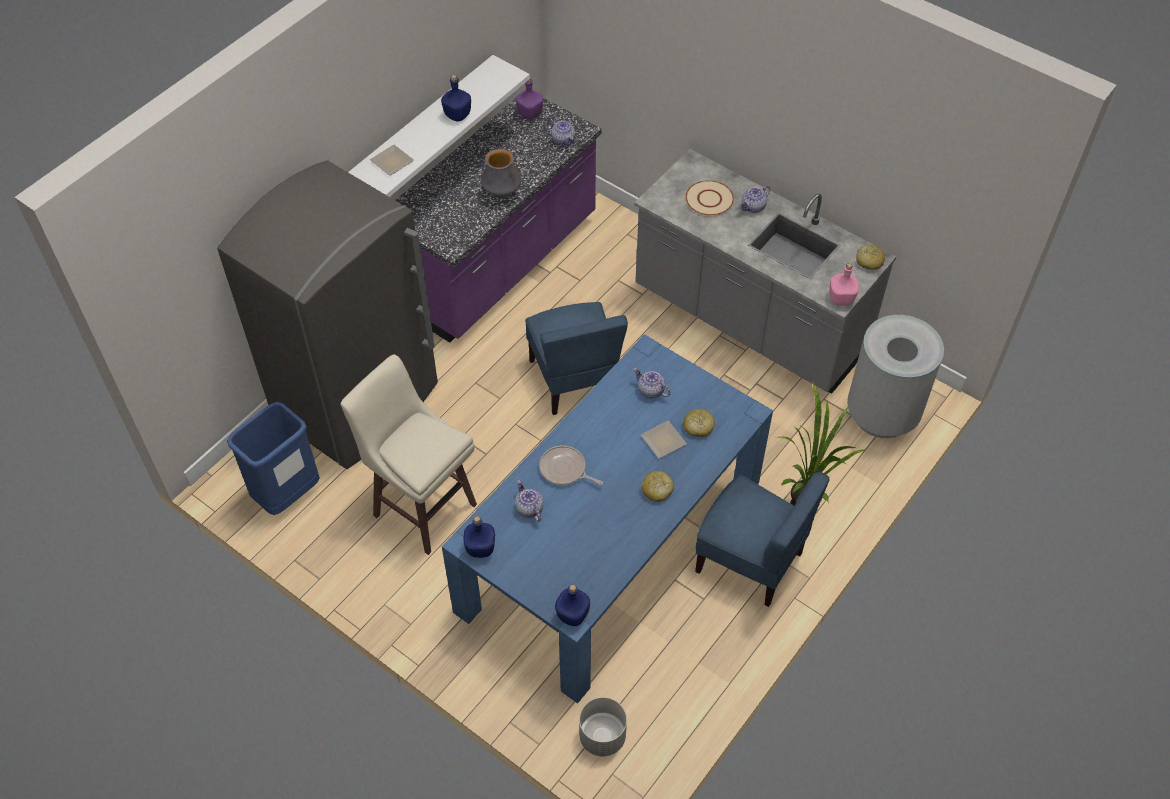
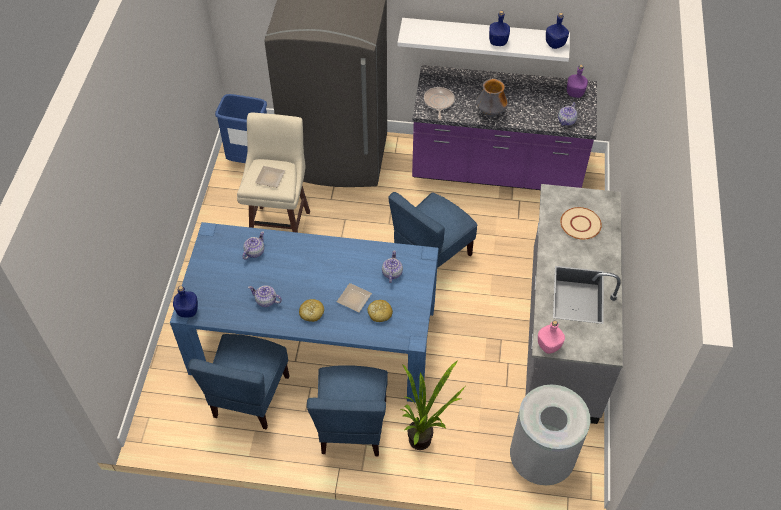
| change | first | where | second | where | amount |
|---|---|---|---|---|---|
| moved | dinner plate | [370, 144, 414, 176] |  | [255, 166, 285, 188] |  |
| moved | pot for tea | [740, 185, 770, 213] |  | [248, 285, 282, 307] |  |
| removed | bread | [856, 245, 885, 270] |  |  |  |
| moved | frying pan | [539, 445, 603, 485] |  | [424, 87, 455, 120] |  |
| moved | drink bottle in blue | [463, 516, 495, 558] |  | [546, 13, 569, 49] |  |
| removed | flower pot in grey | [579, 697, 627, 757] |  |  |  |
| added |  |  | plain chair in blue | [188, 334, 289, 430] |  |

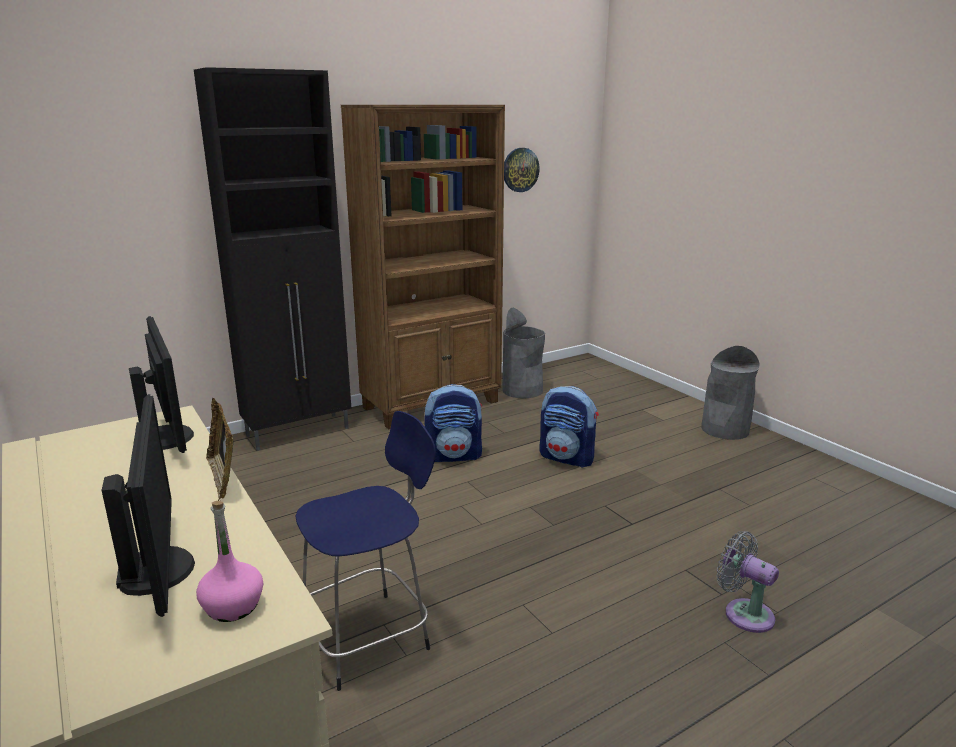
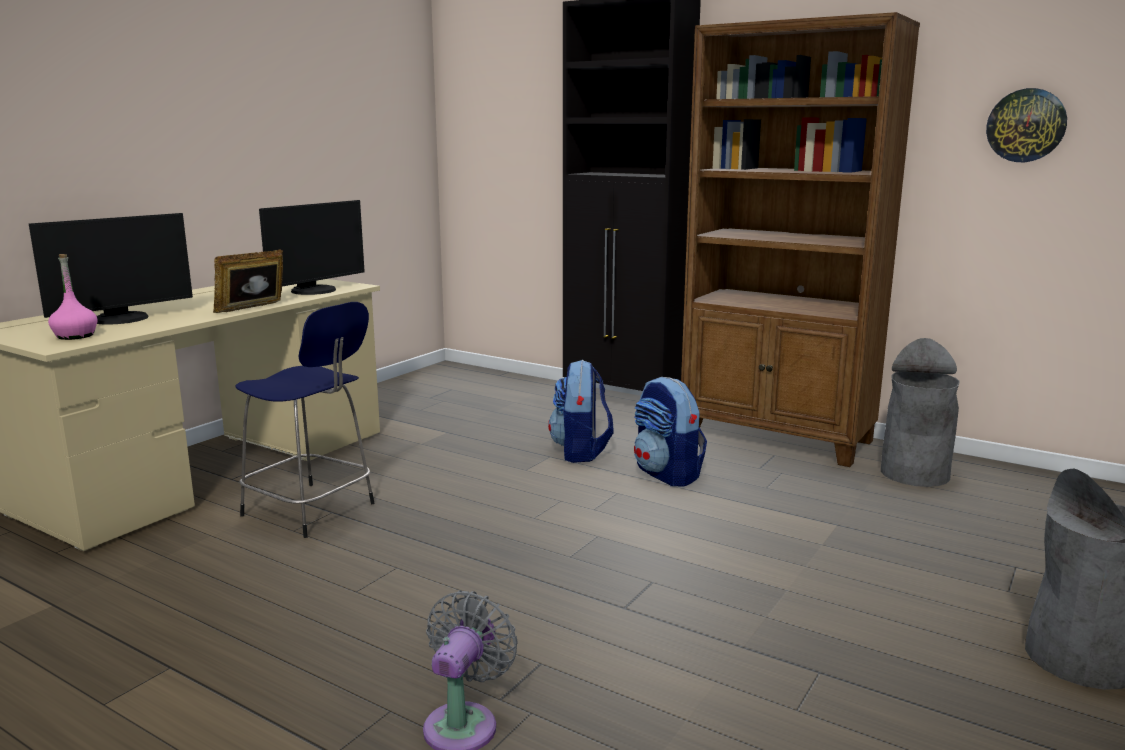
| change | first | where | second | where | amount |
|---|---|---|---|---|---|
| moved | rucksack | [539, 386, 599, 468] |  | [548, 360, 614, 463] |  |

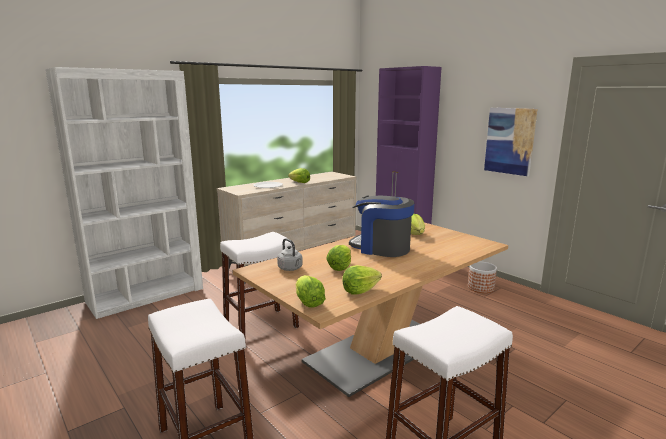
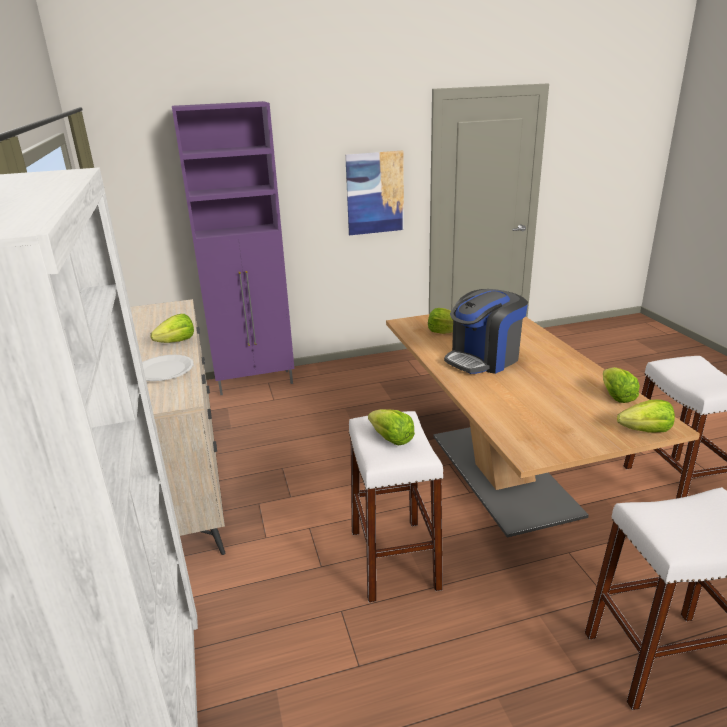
| change | first | where | second | where | amount |
|---|---|---|---|---|---|
| removed | kettle in grey | [277, 239, 303, 271] |  |  |  |
| moved | lettuce | [326, 245, 351, 271] |  | [368, 409, 415, 446] |  |
| removed | flower pot | [468, 261, 497, 293] |  |  |  |

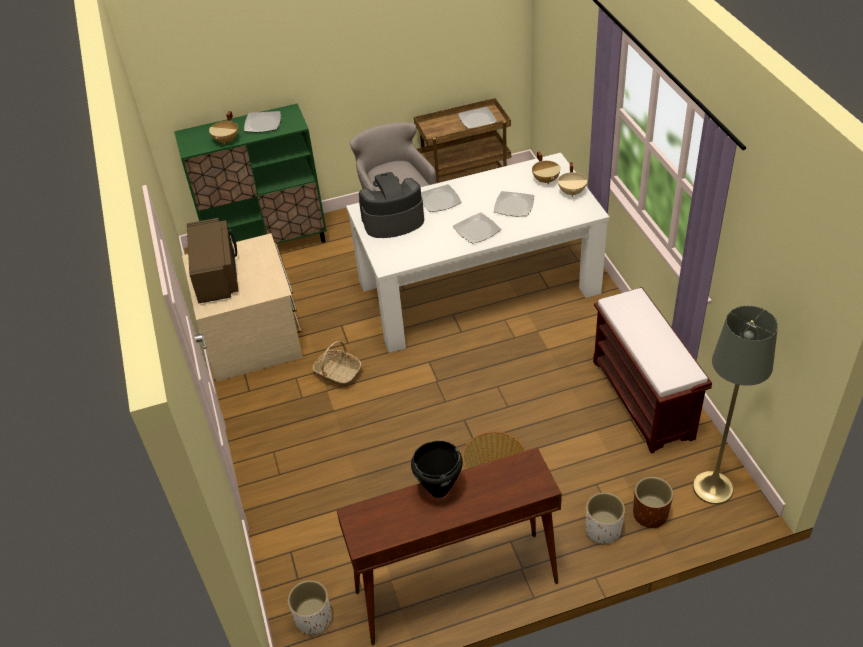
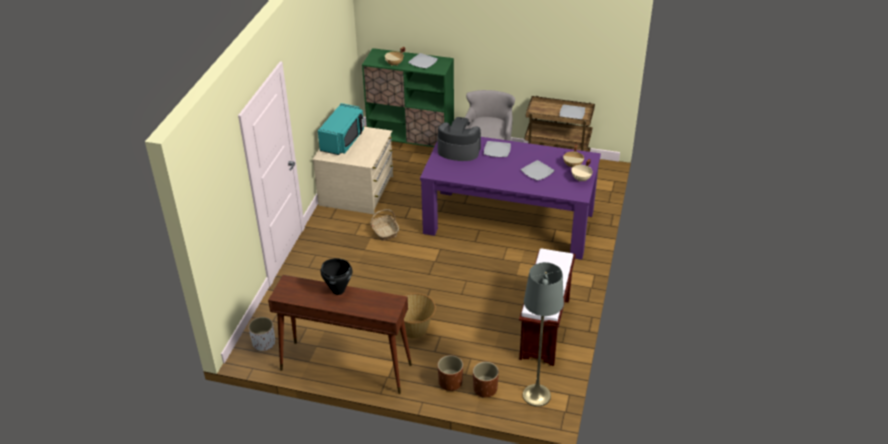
| change | first | where | second | where | amount |
|---|---|---|---|---|---|
| recoloured | dinner table in white-coloured | [346, 153, 609, 353] | dinner table in purple-coloured | [420, 137, 601, 260] |  |
| removed | dinner plate | [453, 212, 501, 244] |  |  |  |
| recoloured | microwave in brownish | [187, 218, 238, 304] | microwave in turquoise | [318, 103, 364, 155] |  |
| recoloured | flower pot in white-coloured | [586, 492, 625, 545] | flower pot in brownish | [438, 355, 463, 391] |  |

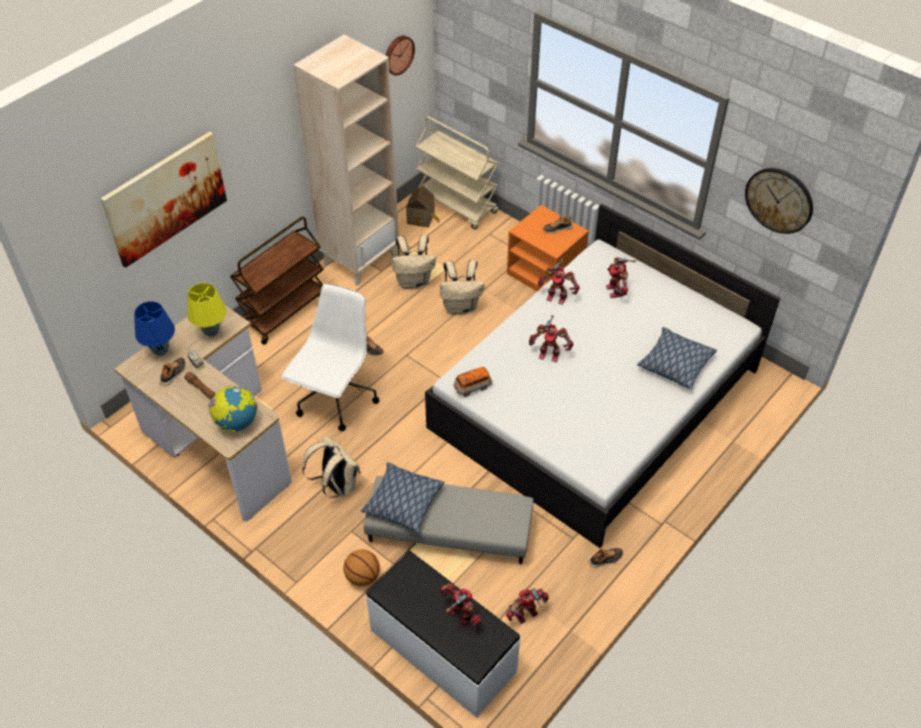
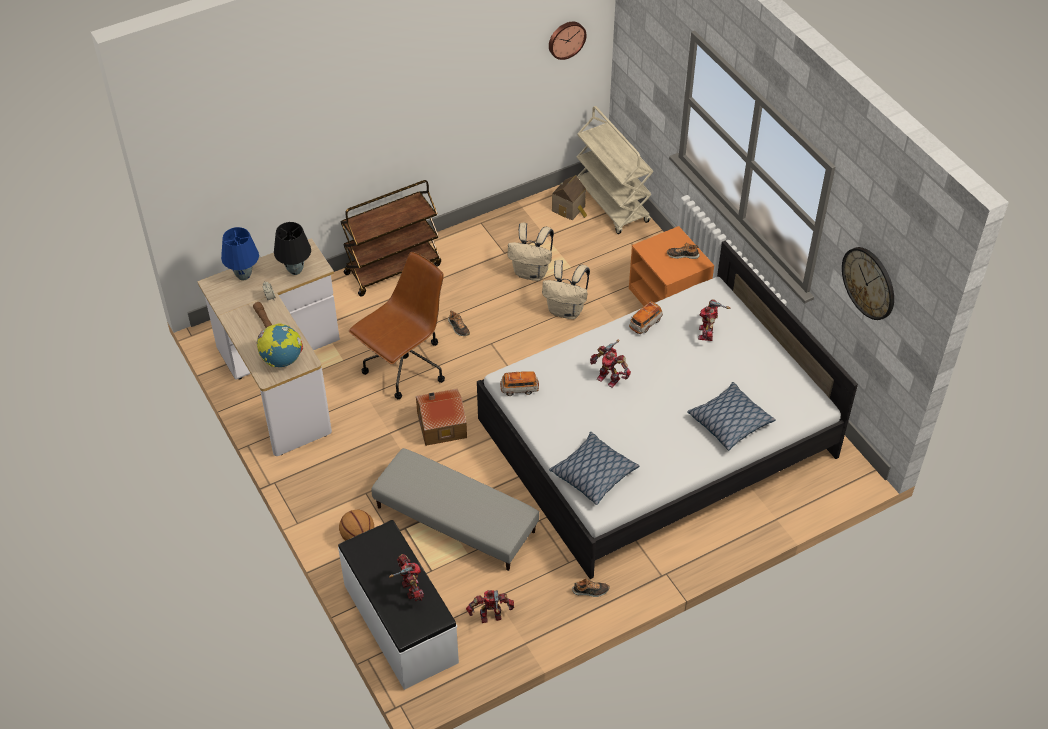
| change | first | where | second | where | amount |
|---|---|---|---|---|---|
| removed | shelving unit in sand-coloured | [294, 35, 399, 286] |  |  |  |
| removed | wall picture | [100, 131, 227, 268] |  |  |  |
| replaced | robot figure | [538, 259, 580, 305] | miniature car | [629, 301, 663, 334] |  |
| recoloured | tabletop lamp in yellow-coloured | [187, 283, 227, 337] | tabletop lamp in blackish | [274, 222, 311, 275] |  |
| recoloured | computer chair in white-coloured | [282, 283, 379, 431] | computer chair in brownish | [349, 252, 445, 399] |  |
| removed | item of footwear | [160, 357, 185, 385] |  |  |  |
| removed | rucksack in sand-coloured | [302, 436, 361, 498] |  |  |  |
| moved | pillow | [361, 462, 444, 532] |  | [549, 432, 639, 505] |  |
| added |  |  | model house | [416, 389, 467, 446] |  |

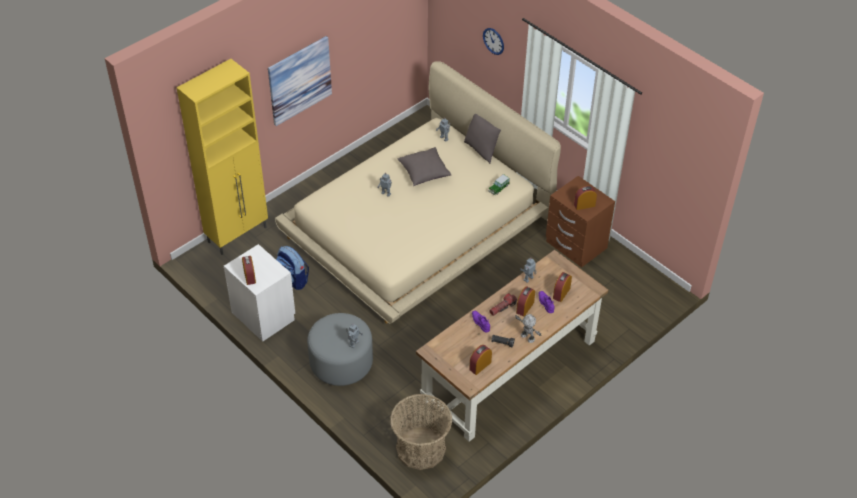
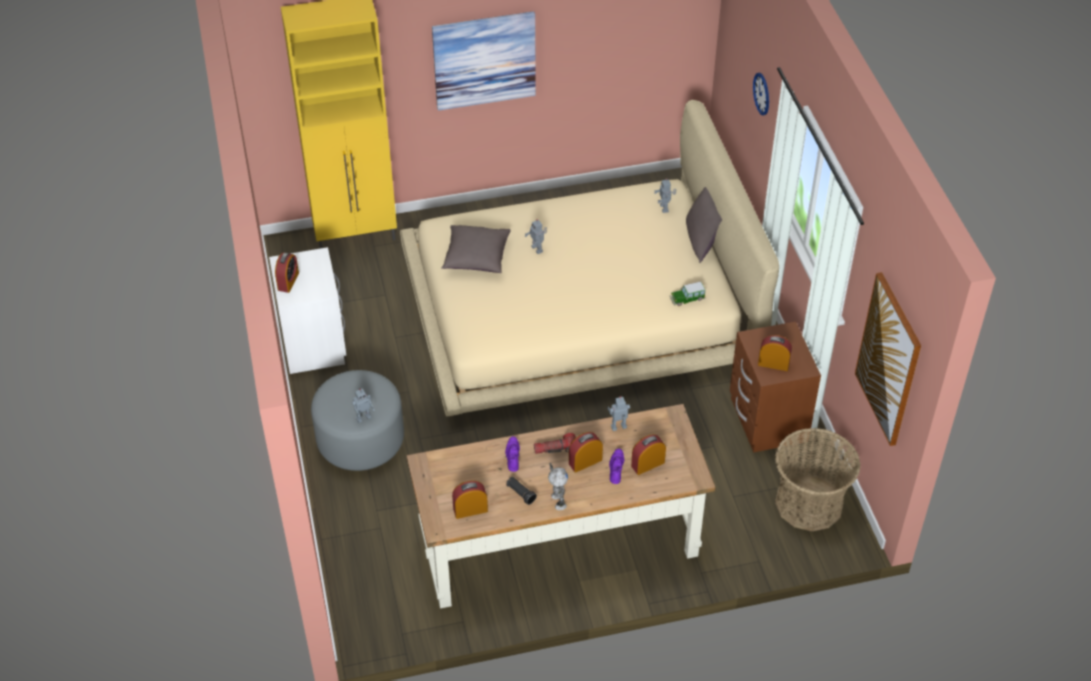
| change | first | where | second | where | amount |
|---|---|---|---|---|---|
| moved | pillow in grey | [397, 147, 452, 186] |  | [441, 225, 511, 273] |  |
| removed | rucksack | [276, 246, 309, 290] |  |  |  |
| moved | basket | [390, 394, 452, 470] |  | [775, 428, 861, 531] |  |
| added |  |  | wall picture | [855, 272, 921, 446] |  |

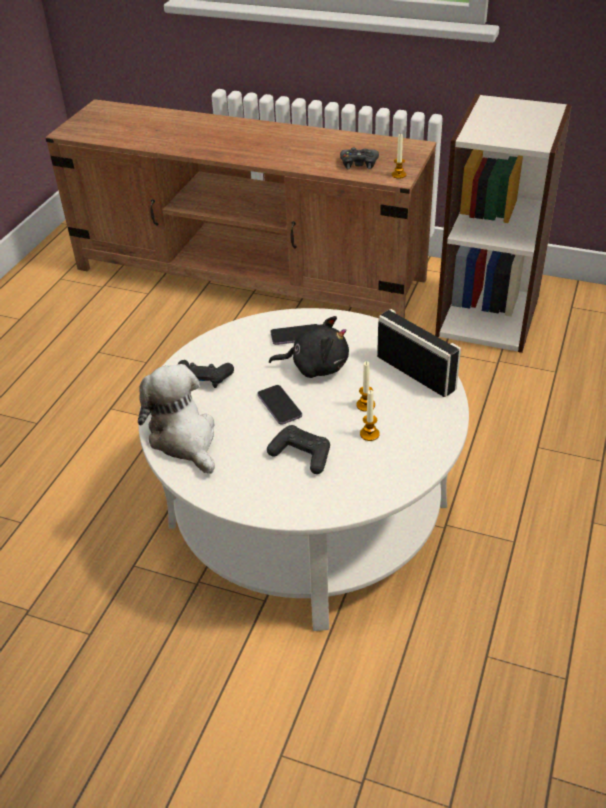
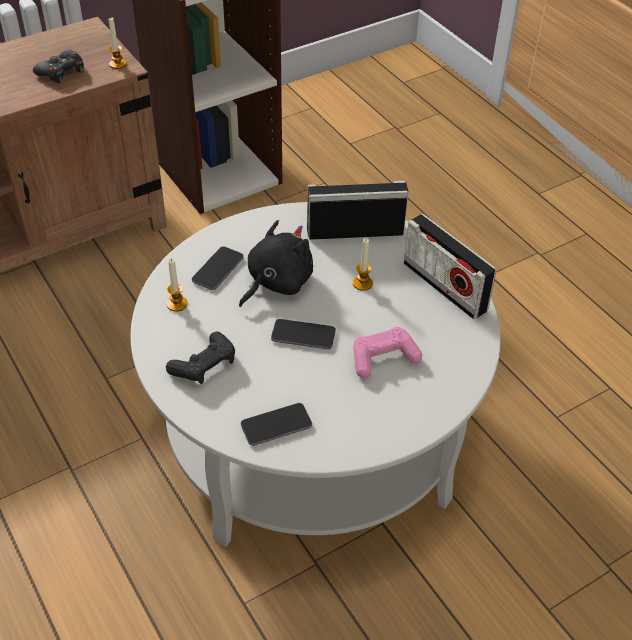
| change | first | where | second | where | amount |
|---|---|---|---|---|---|
| replaced | soft toy | [138, 364, 215, 474] | handset | [241, 403, 312, 446] |  |
| moved | wax light | [360, 390, 380, 441] |  | [166, 258, 187, 312] |  |
| recoloured | gamepad in blackish | [267, 425, 330, 474] | gamepad in pinkish | [353, 327, 422, 378] |  |
| added |  |  | radio | [404, 214, 496, 319] |  |

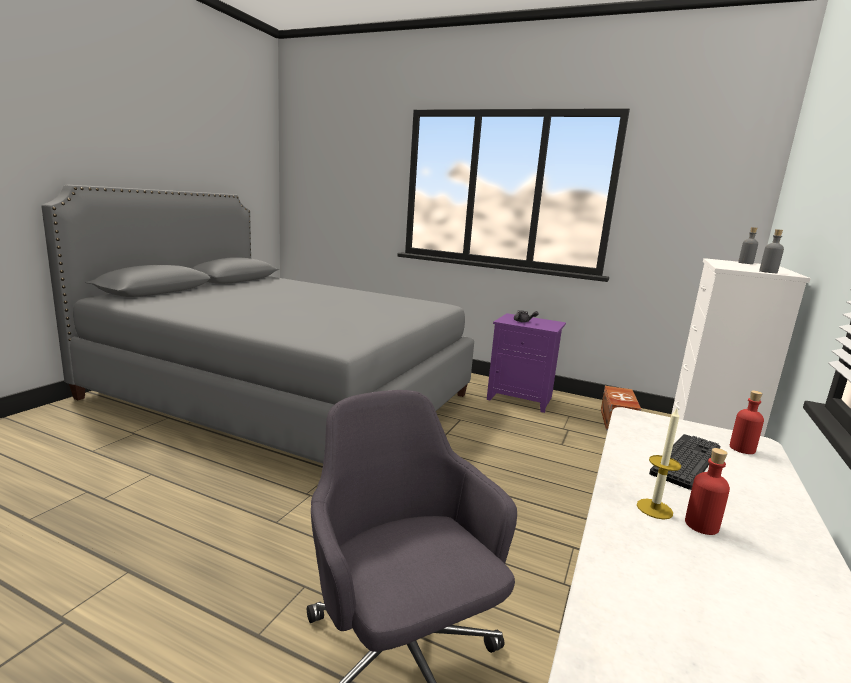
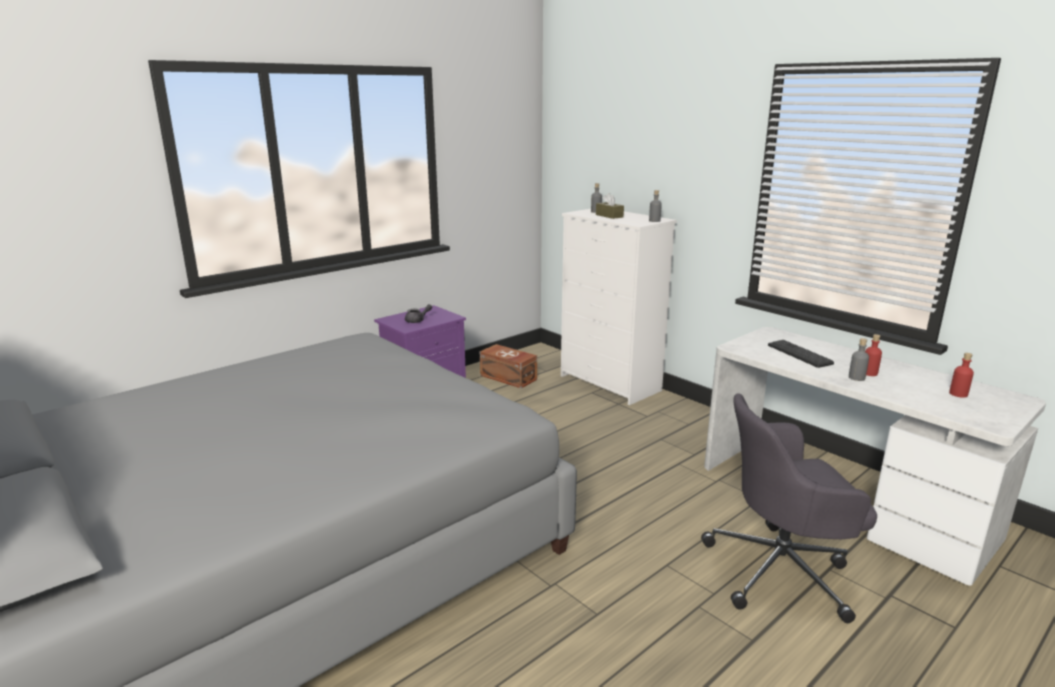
| change | first | where | second | where | amount |
|---|---|---|---|---|---|
| moved | drink bottle in red | [730, 390, 764, 454] |  | [949, 353, 974, 398] |  |
| replaced | wax light | [637, 409, 681, 520] | drink bottle in grey | [849, 338, 869, 381] |  |
| added |  |  | tissue box in brownish | [596, 193, 624, 219] |  |

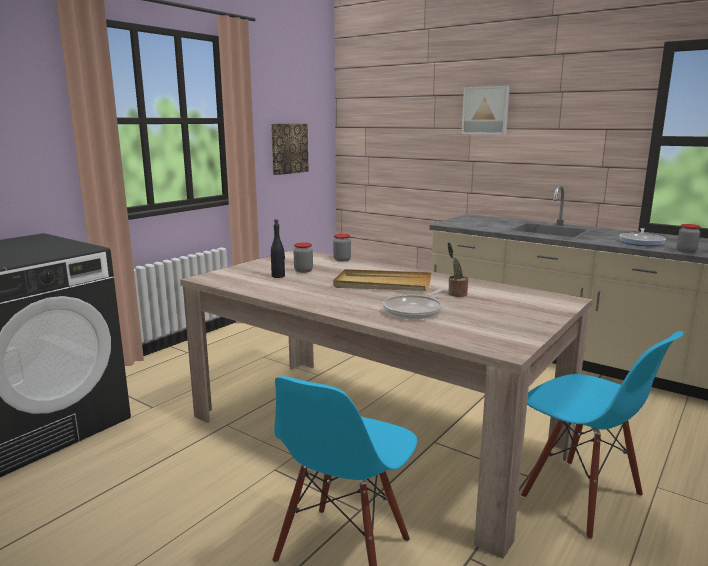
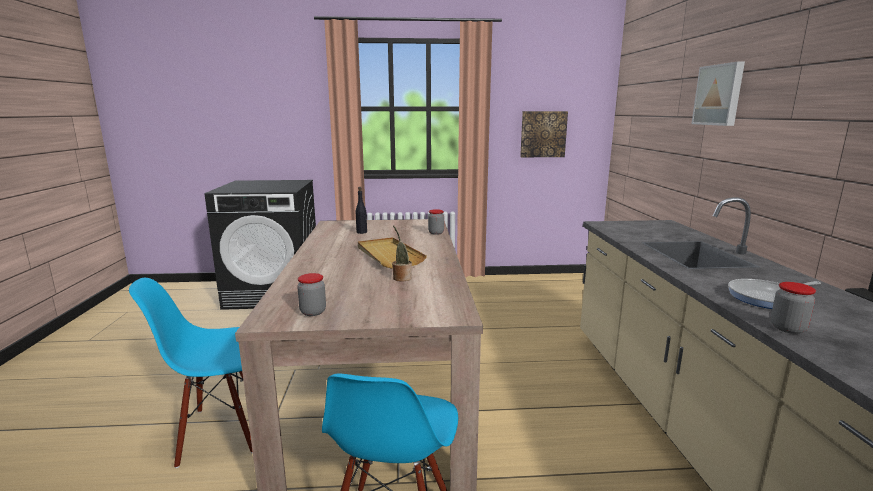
| change | first | where | second | where | amount |
|---|---|---|---|---|---|
| moved | storage jar | [294, 242, 313, 273] |  | [297, 273, 326, 316] |  |
| removed | frying pan | [383, 288, 445, 319] |  |  |  |

